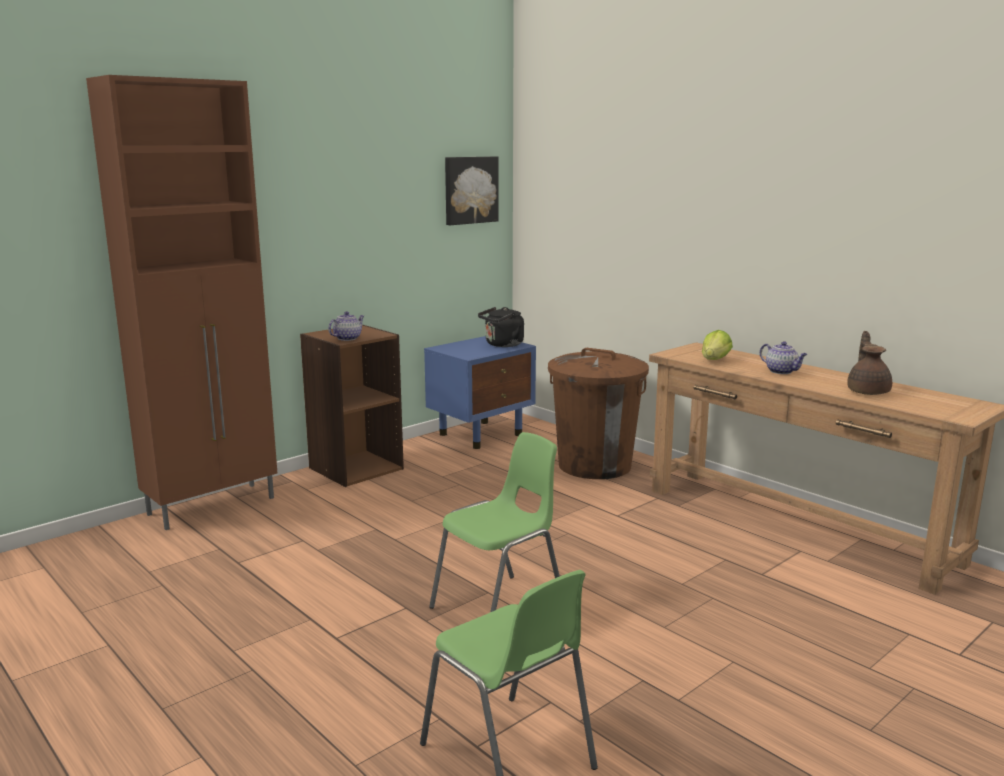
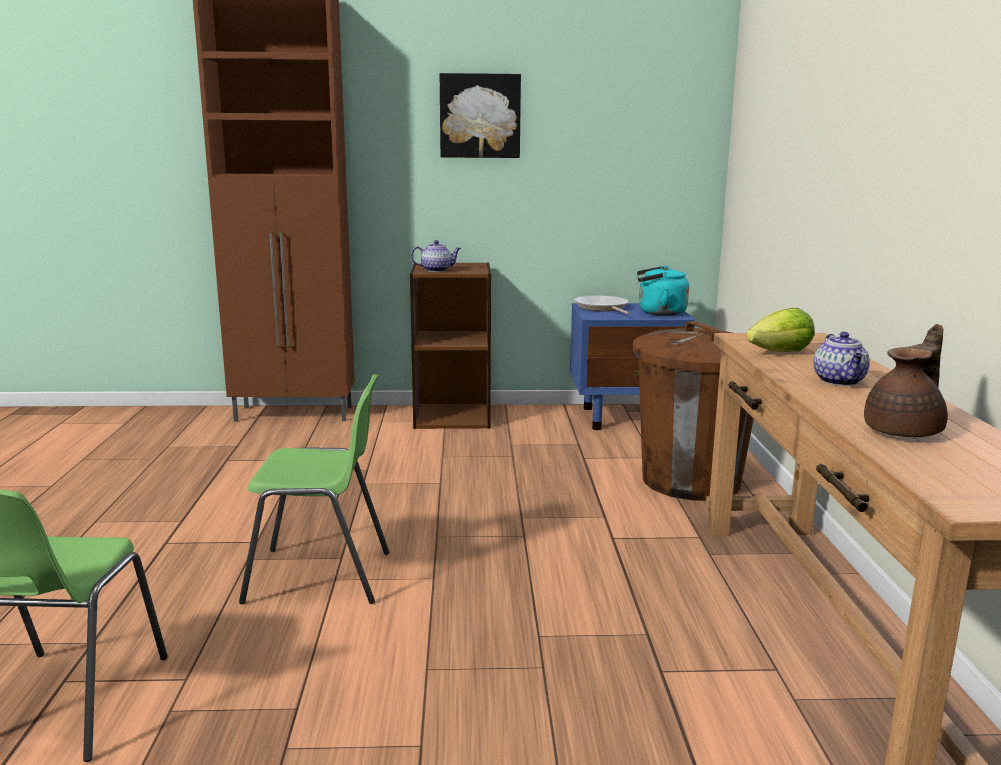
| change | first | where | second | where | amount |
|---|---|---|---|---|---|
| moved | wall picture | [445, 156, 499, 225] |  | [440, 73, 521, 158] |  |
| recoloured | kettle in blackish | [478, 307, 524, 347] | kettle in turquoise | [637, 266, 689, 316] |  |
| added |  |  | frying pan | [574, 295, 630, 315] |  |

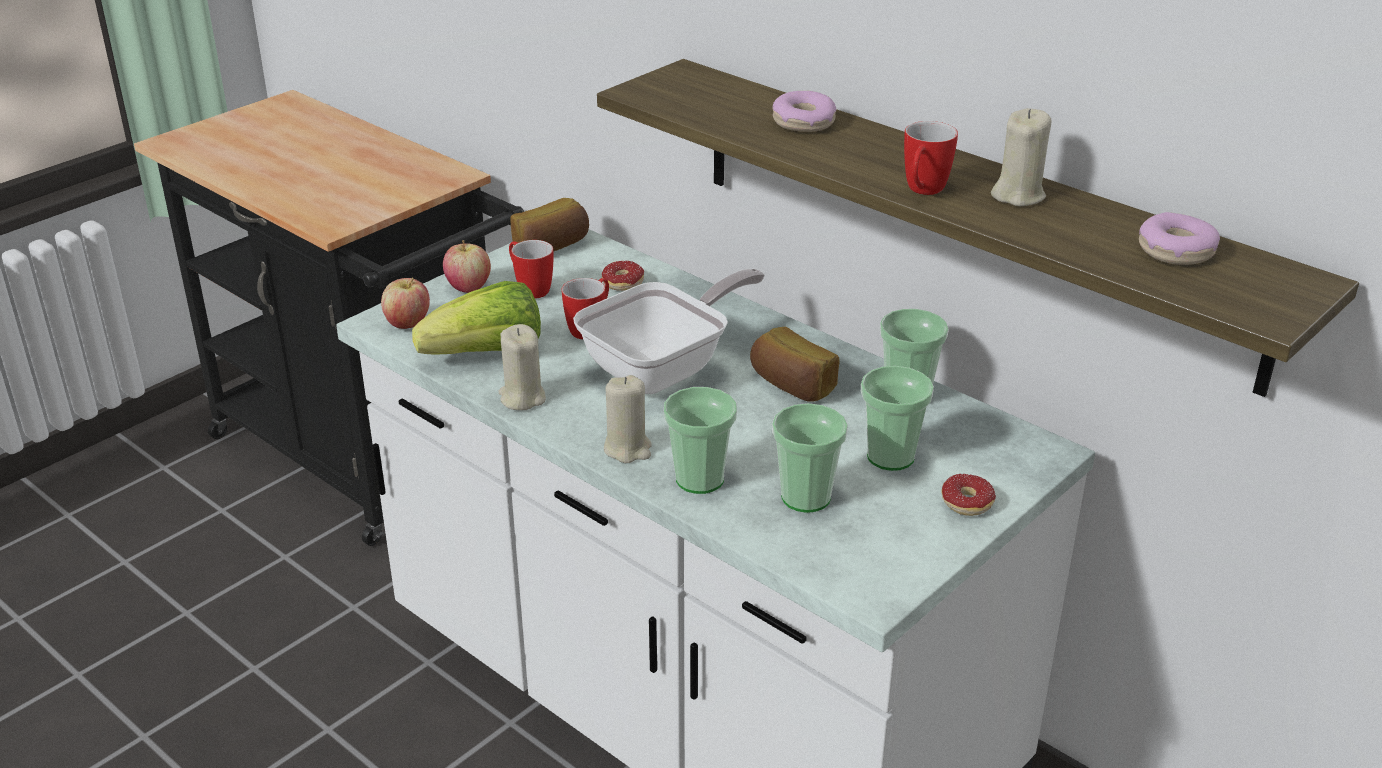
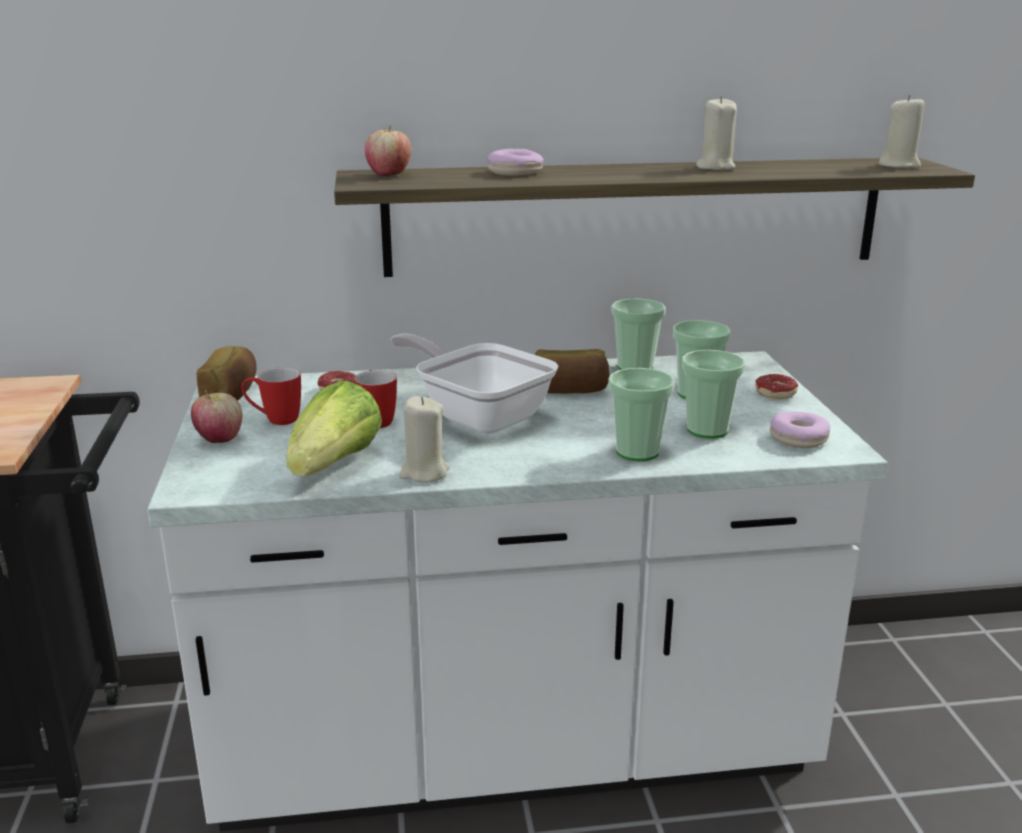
| change | first | where | second | where | amount |
|---|---|---|---|---|---|
| removed | tea mug | [904, 121, 958, 195] |  |  |  |
| moved | donut | [1139, 212, 1220, 265] |  | [770, 412, 830, 448] |  |
| turned | frying pan | [573, 269, 765, 394] |  | [391, 334, 558, 434] | 45 degrees counterclockwise |
| moved | apple | [381, 278, 430, 329] |  | [365, 125, 411, 176] |  |
| moved | wax light in sand-coloured | [604, 375, 652, 463] |  | [879, 95, 924, 168] |  |

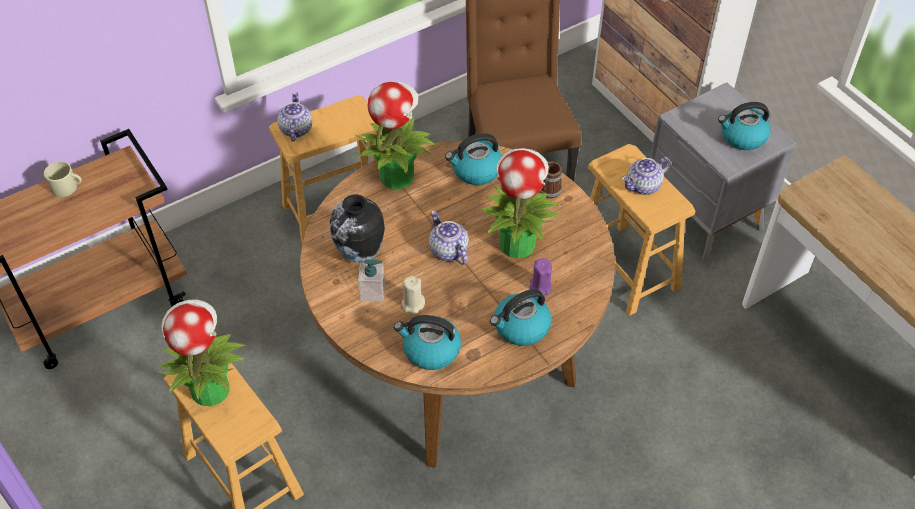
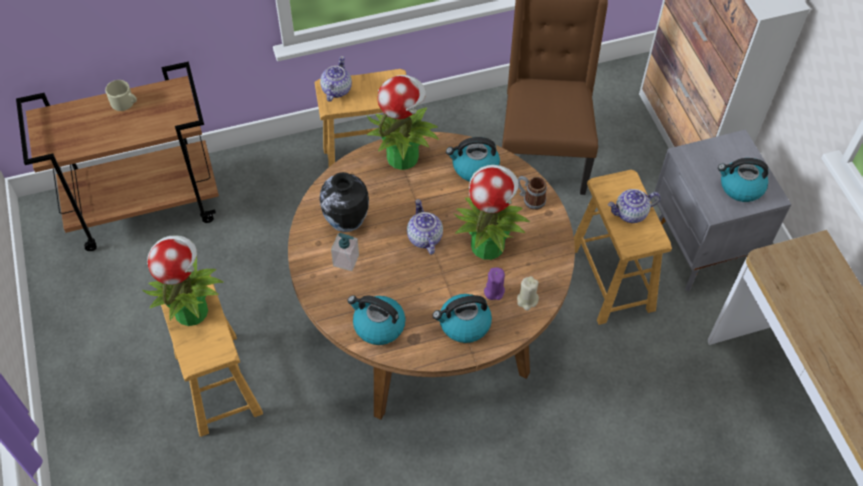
| change | first | where | second | where | amount |
|---|---|---|---|---|---|
| moved | wax light in sand-coloured | [402, 276, 425, 315] |  | [517, 276, 539, 311] |  |

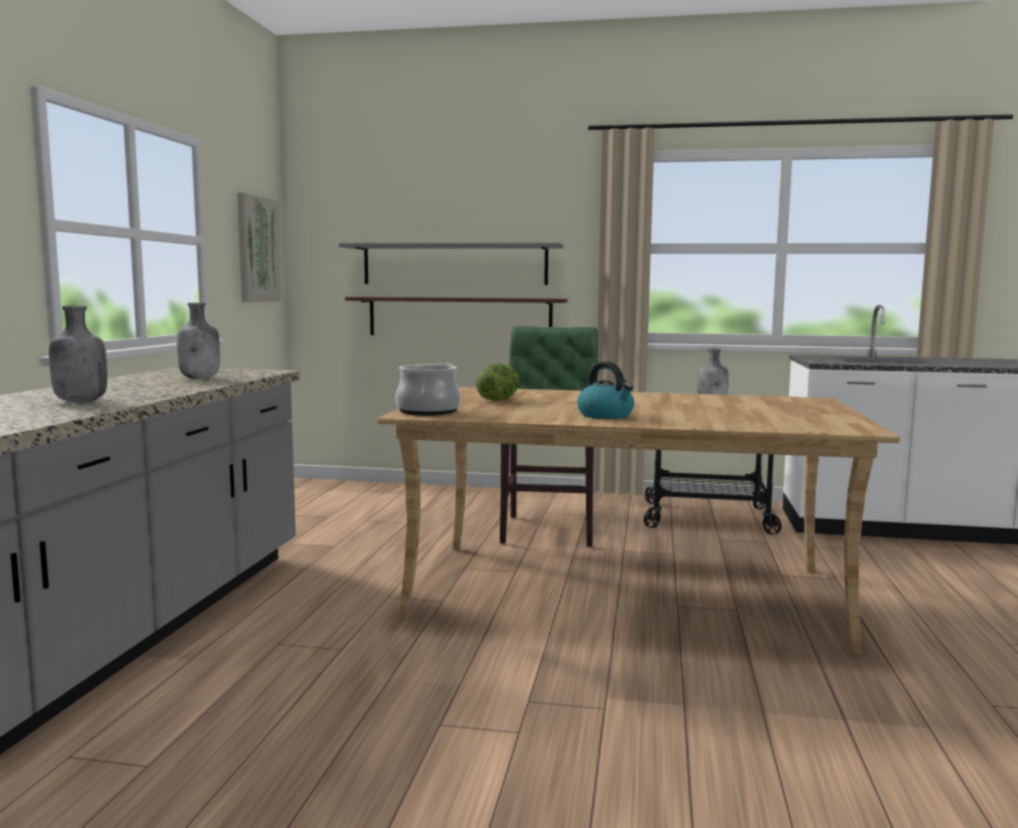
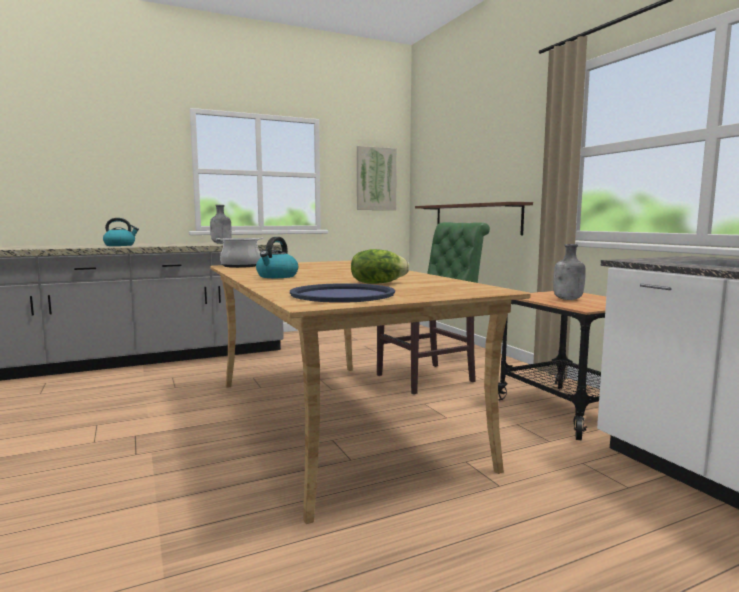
| change | first | where | second | where | amount |
|---|---|---|---|---|---|
| removed | shelf in grey | [339, 243, 563, 285] |  |  |  |
| replaced | drink bottle in grey | [49, 306, 107, 402] | kettle | [103, 218, 139, 246] |  |
| moved | lettuce | [476, 364, 519, 401] |  | [351, 249, 409, 284] |  |
| added |  |  | tray in blue | [290, 283, 395, 303] |  |

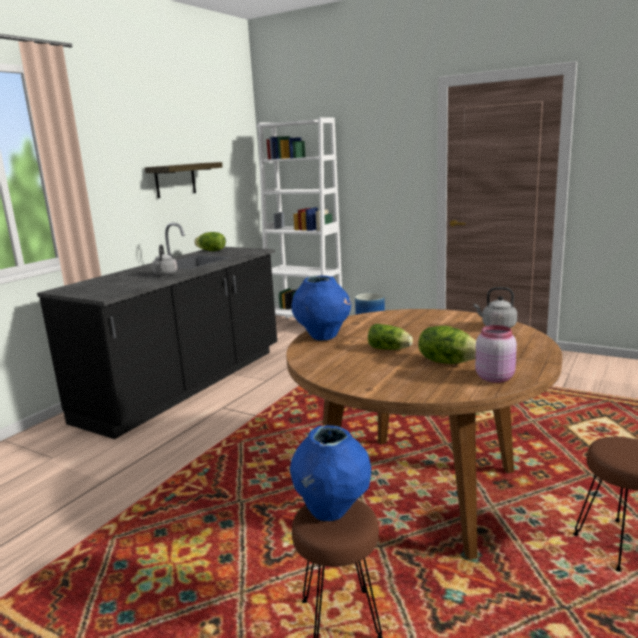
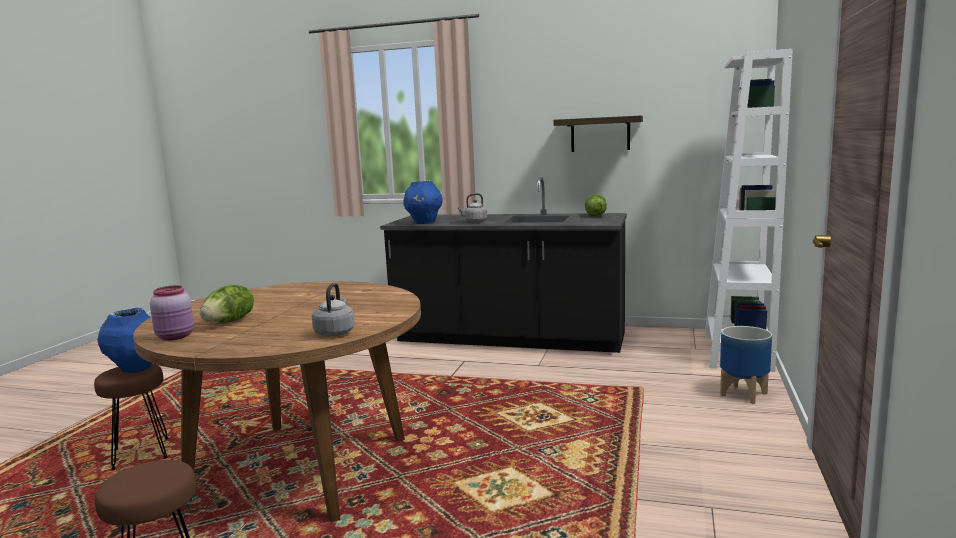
| change | first | where | second | where | amount |
|---|---|---|---|---|---|
| moved | flower vase in blue | [291, 275, 351, 340] |  | [403, 181, 443, 224] |  |
| removed | lettuce | [368, 324, 413, 350] |  |  |  |

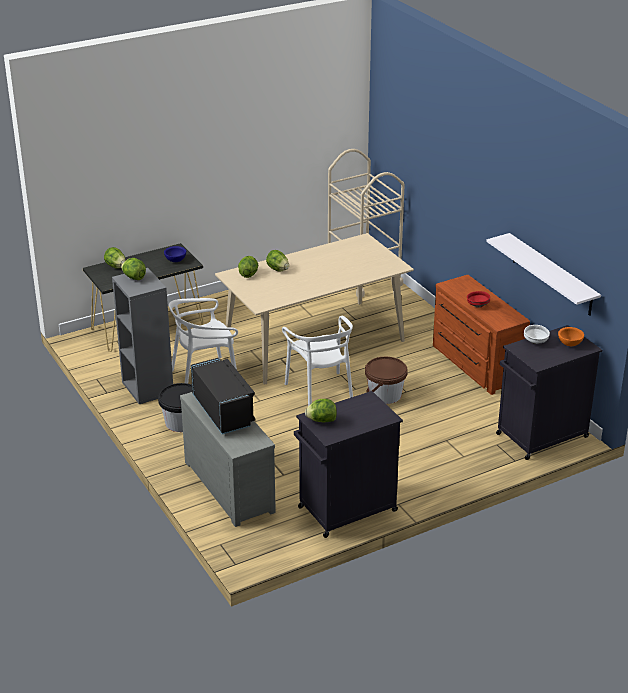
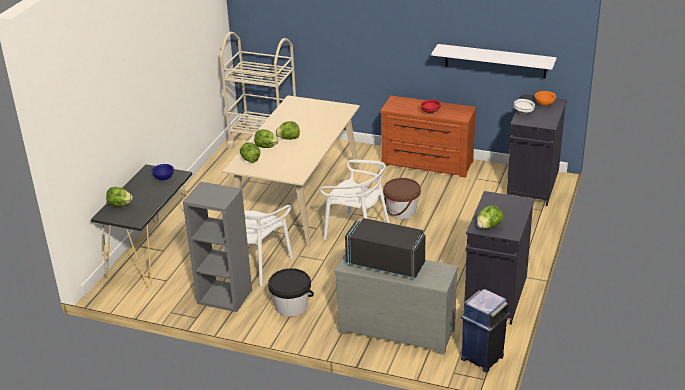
| change | first | where | second | where | amount |
|---|---|---|---|---|---|
| moved | lettuce | [121, 258, 146, 280] |  | [276, 121, 300, 140] |  |
| added |  |  | rubbish bin in blue | [461, 289, 510, 372] |  |

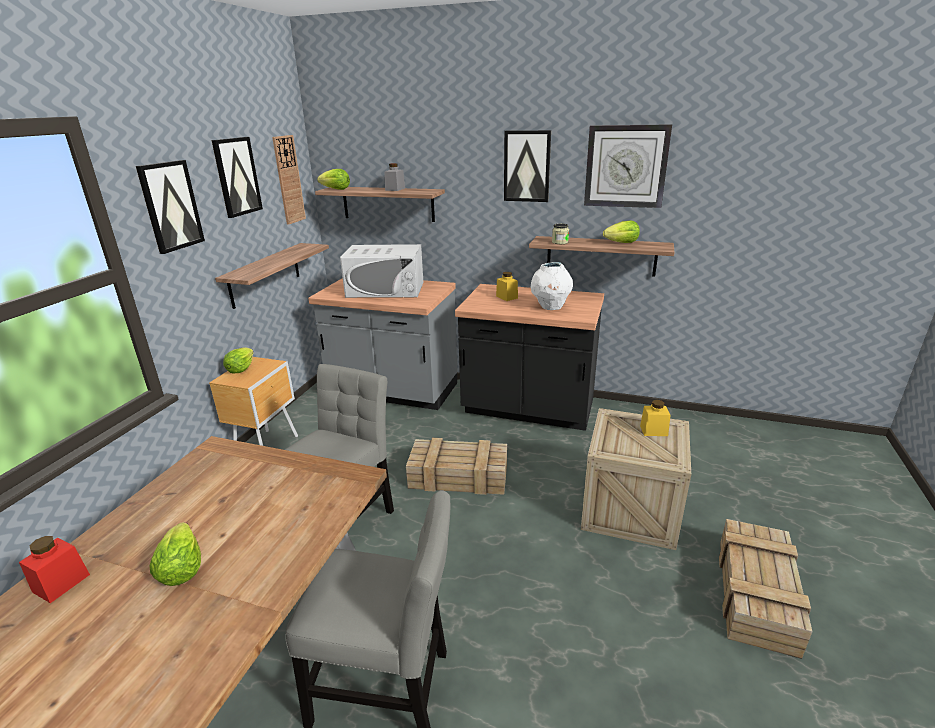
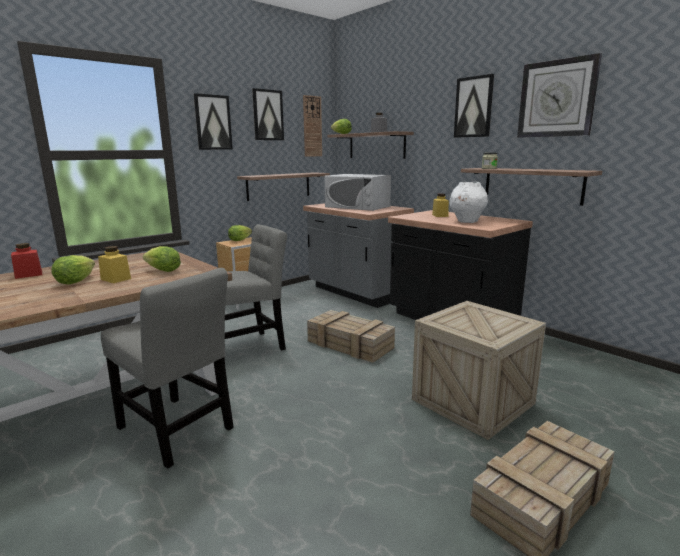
| change | first | where | second | where | amount |
|---|---|---|---|---|---|
| moved | lettuce | [603, 221, 640, 243] |  | [143, 246, 181, 272] |  |
| moved | storage jar in yellow-coloured | [640, 400, 671, 436] |  | [98, 246, 131, 283] |  |

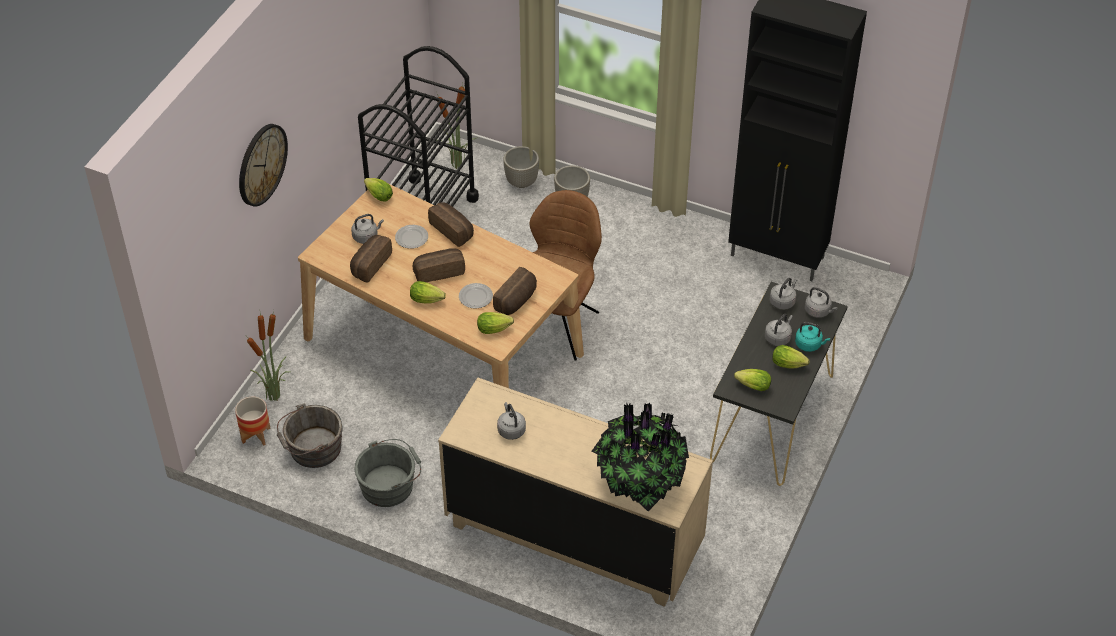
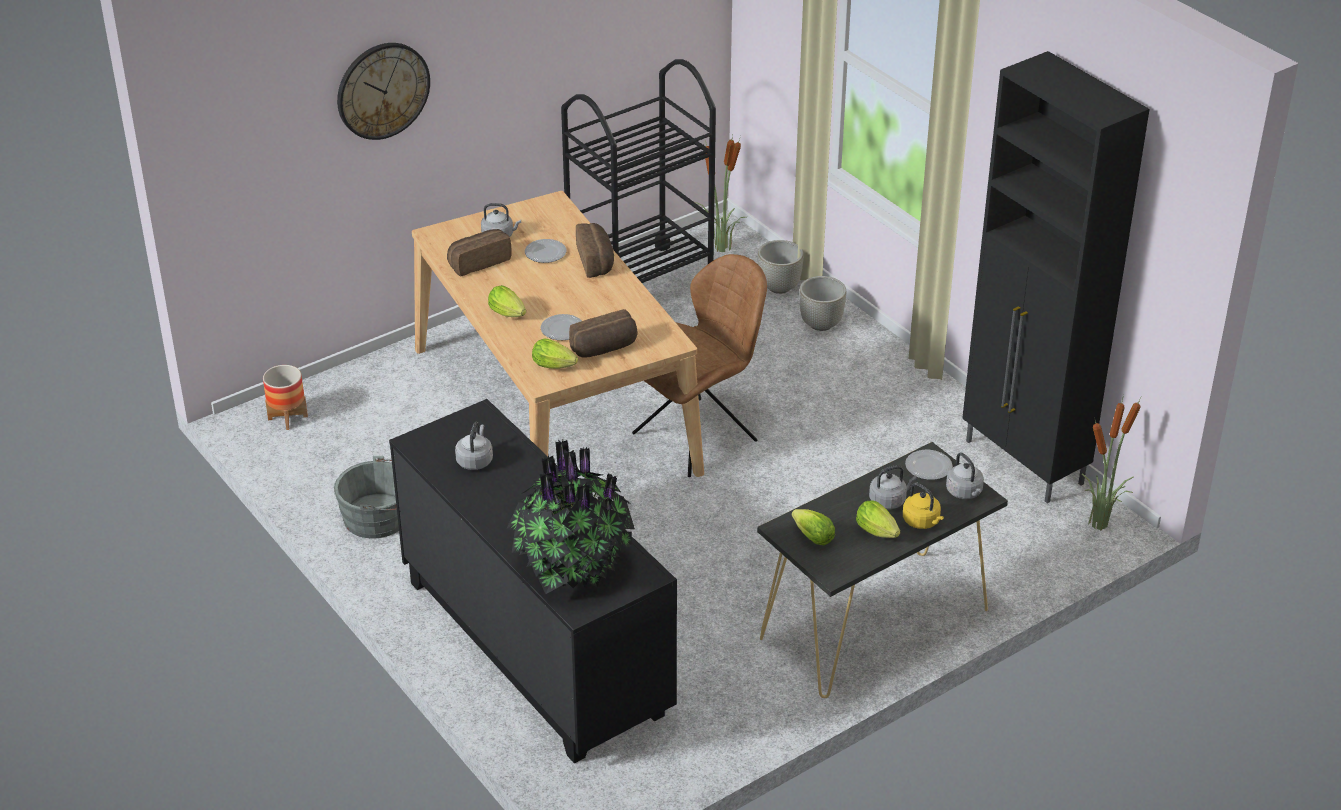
| change | first | where | second | where | amount |
|---|---|---|---|---|---|
| removed | lettuce | [364, 178, 393, 201] |  |  |  |
| removed | bread | [413, 248, 465, 282] |  |  |  |
| replaced | kettle in grey | [770, 278, 797, 310] | dinner plate | [905, 450, 952, 480] |  |
| moved | houseplant | [247, 310, 291, 401] |  | [1082, 395, 1141, 530] |  |
| recoloured | kettle in turquoise | [795, 322, 830, 352] | kettle in yellow-coloured | [903, 482, 944, 529] |  |
| recoloured | drawer chest in sand-coloured | [438, 377, 713, 607] | drawer chest in blackish | [389, 399, 677, 764] |  |
| removed | water bucket in grey | [277, 403, 343, 468] |  |  |  |

